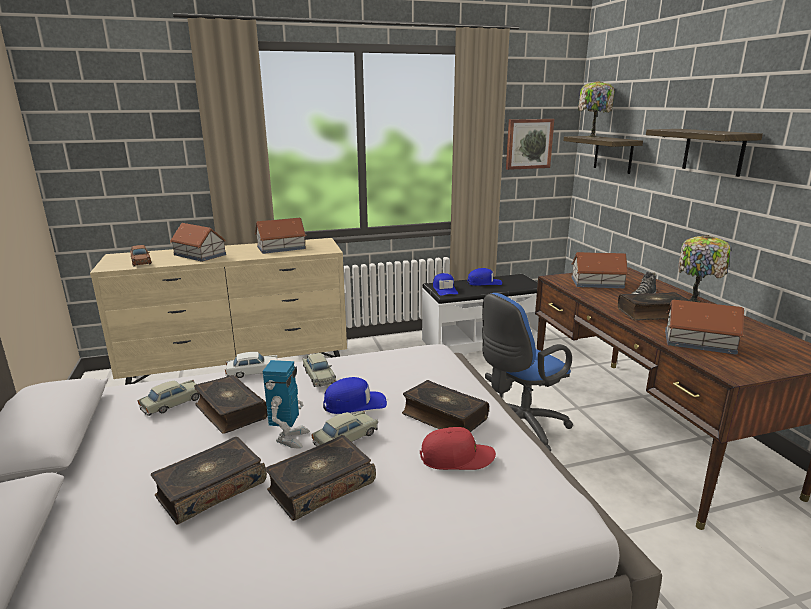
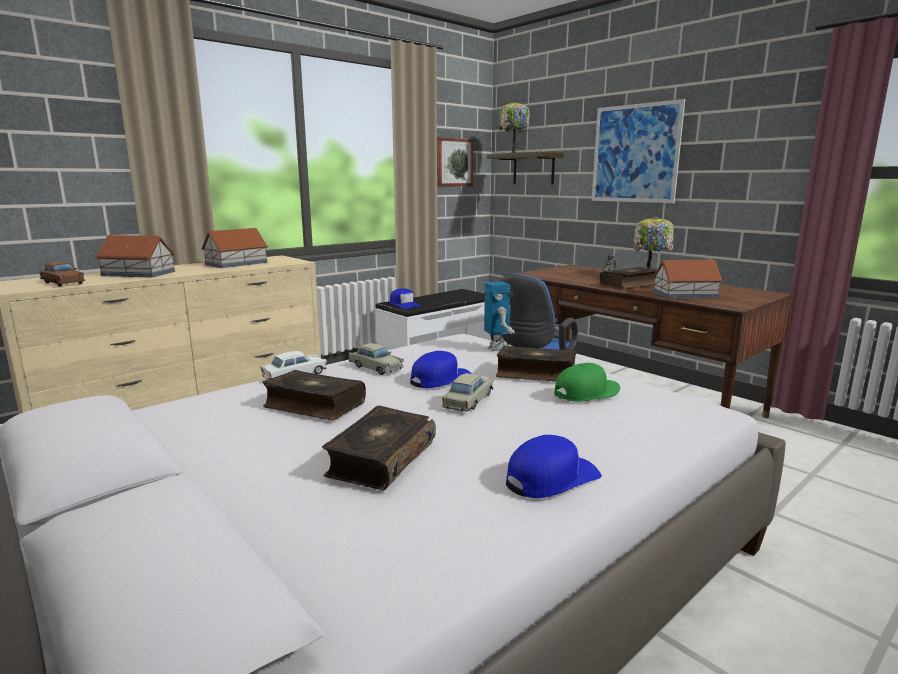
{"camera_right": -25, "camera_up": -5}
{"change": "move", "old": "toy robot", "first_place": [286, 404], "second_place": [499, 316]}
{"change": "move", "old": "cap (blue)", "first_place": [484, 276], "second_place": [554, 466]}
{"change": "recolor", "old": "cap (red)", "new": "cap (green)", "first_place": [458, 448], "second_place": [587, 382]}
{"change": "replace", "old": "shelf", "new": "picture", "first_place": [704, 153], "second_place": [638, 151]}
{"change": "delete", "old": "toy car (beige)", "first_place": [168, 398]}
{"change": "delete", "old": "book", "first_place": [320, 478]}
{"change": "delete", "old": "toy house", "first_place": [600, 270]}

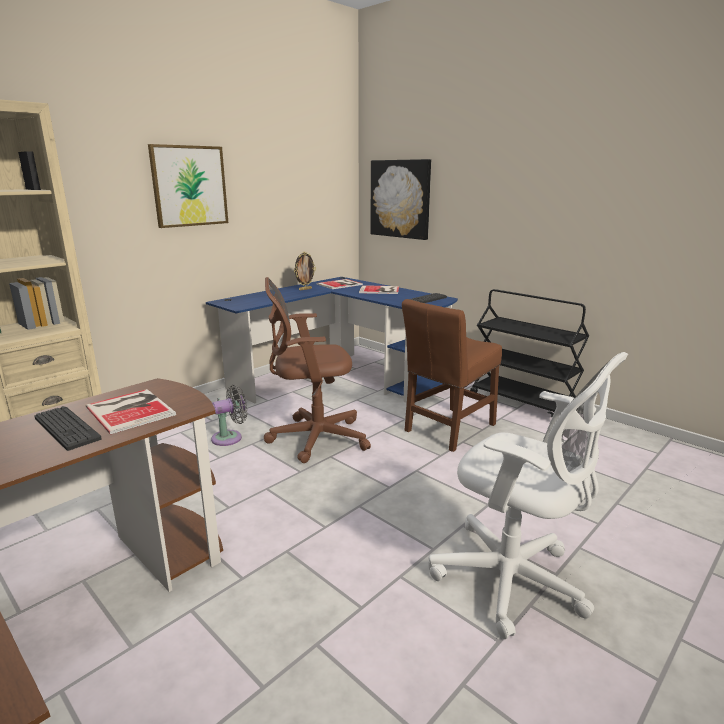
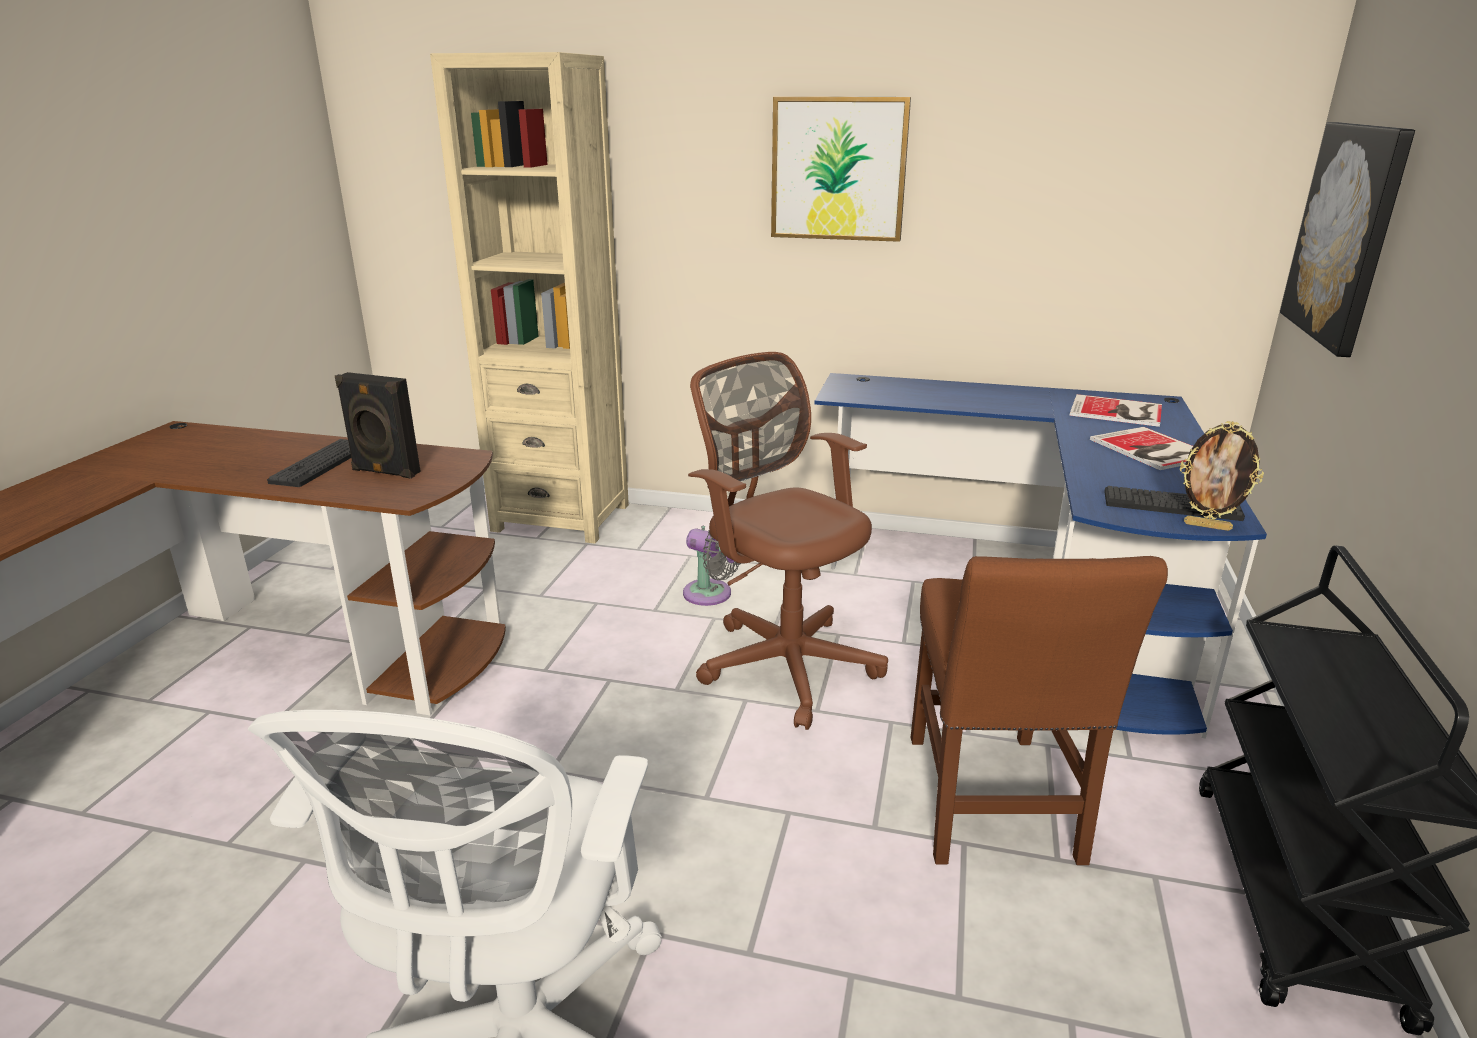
{"camera_right": 60, "camera_up": 5}
{"change": "replace", "old": "book", "new": "speaker (black)", "first_place": [131, 411], "second_place": [378, 425]}
{"change": "rotate", "old": "chair (brown)", "first_place": [452, 375], "second_place": [1039, 710], "degrees": -105}
{"change": "move", "old": "picture frame", "first_place": [305, 271], "second_place": [1222, 476]}

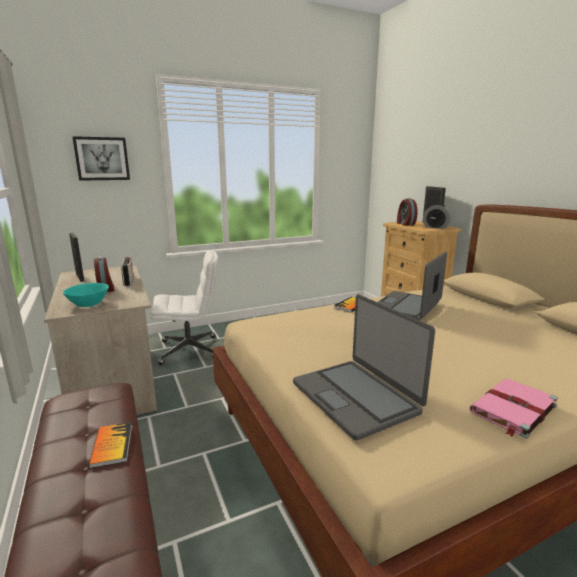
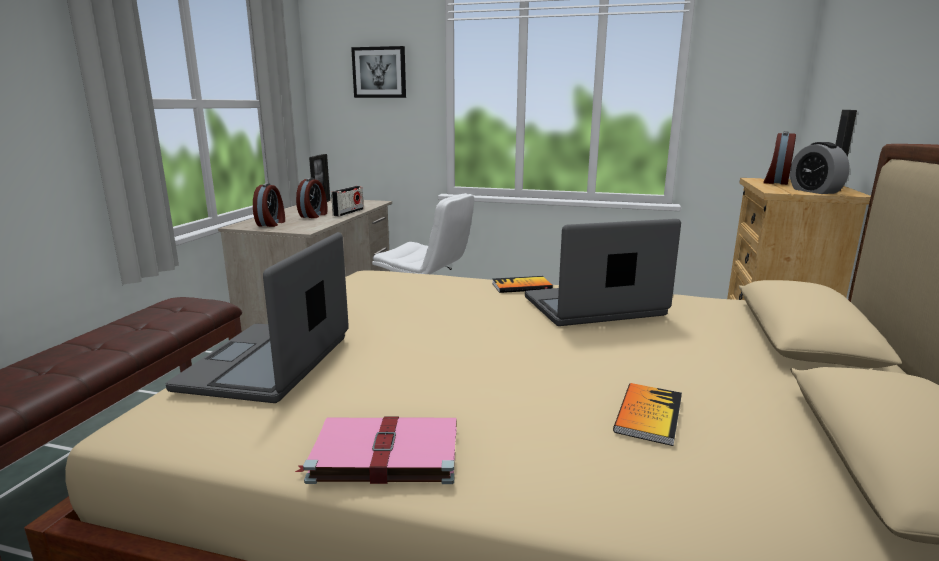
{"camera_right": 40, "camera_up": 0}
{"change": "replace", "old": "bowl (turquoise)", "new": "alarm clock", "first_place": [86, 295], "second_place": [269, 205]}
{"change": "move", "old": "book", "first_place": [110, 445], "second_place": [647, 414]}

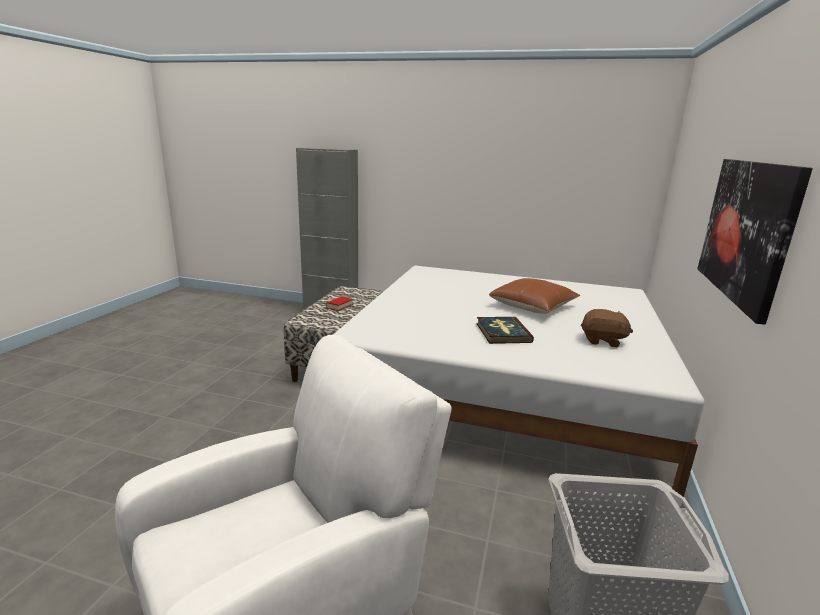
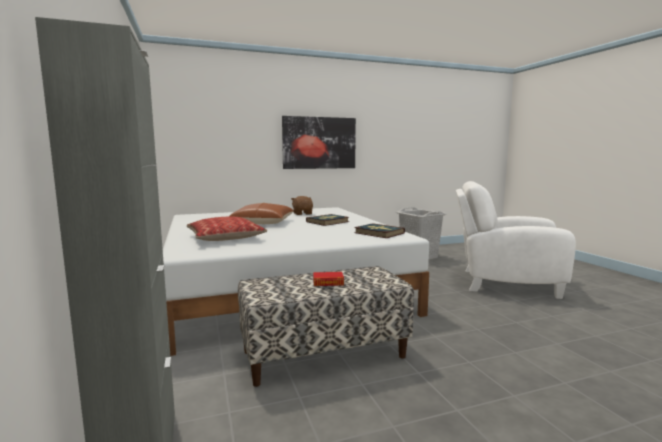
{"camera_right": -125, "camera_up": -10}
{"change": "insert", "new": "pillow", "second_place": [227, 228]}
{"change": "insert", "new": "book", "second_place": [379, 230]}

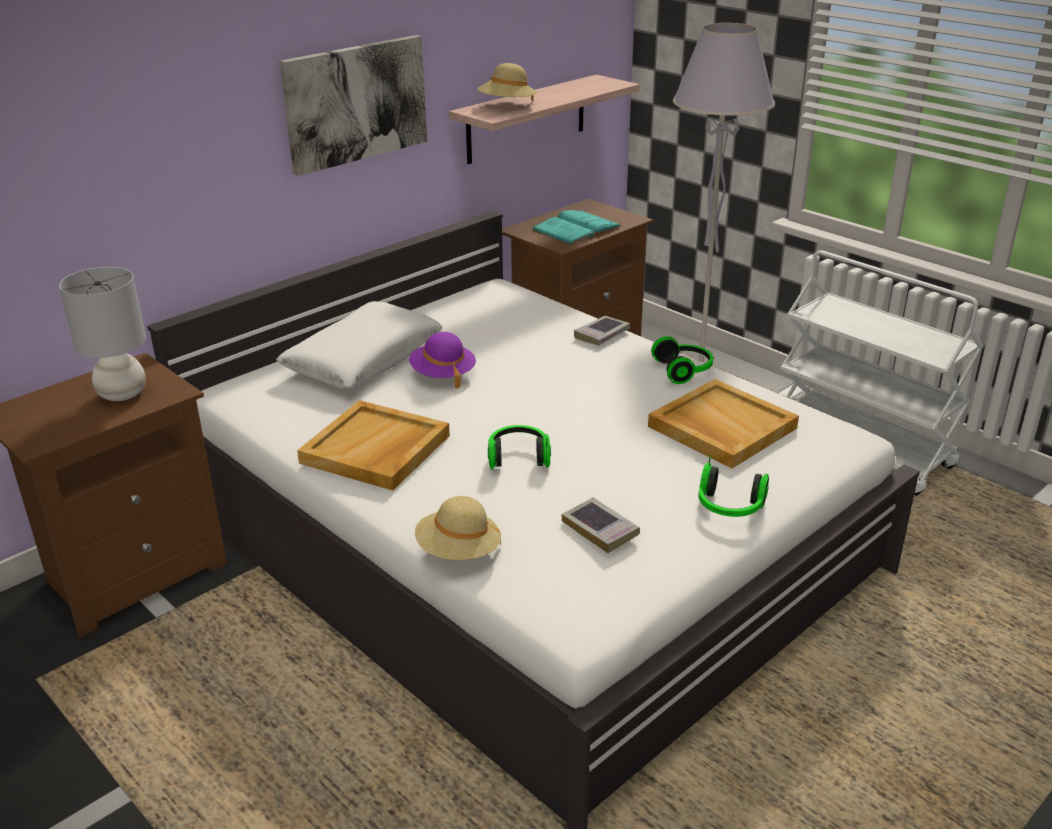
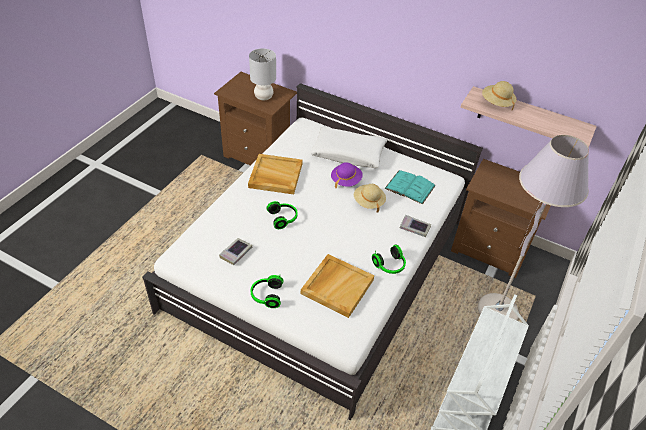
{"camera_right": 70, "camera_up": 15}
{"change": "move", "old": "hat (beige)", "first_place": [458, 528], "second_place": [370, 198]}
{"change": "move", "old": "book (turquoise)", "first_place": [576, 227], "second_place": [410, 187]}
{"change": "delete", "old": "picture", "first_place": [353, 105]}

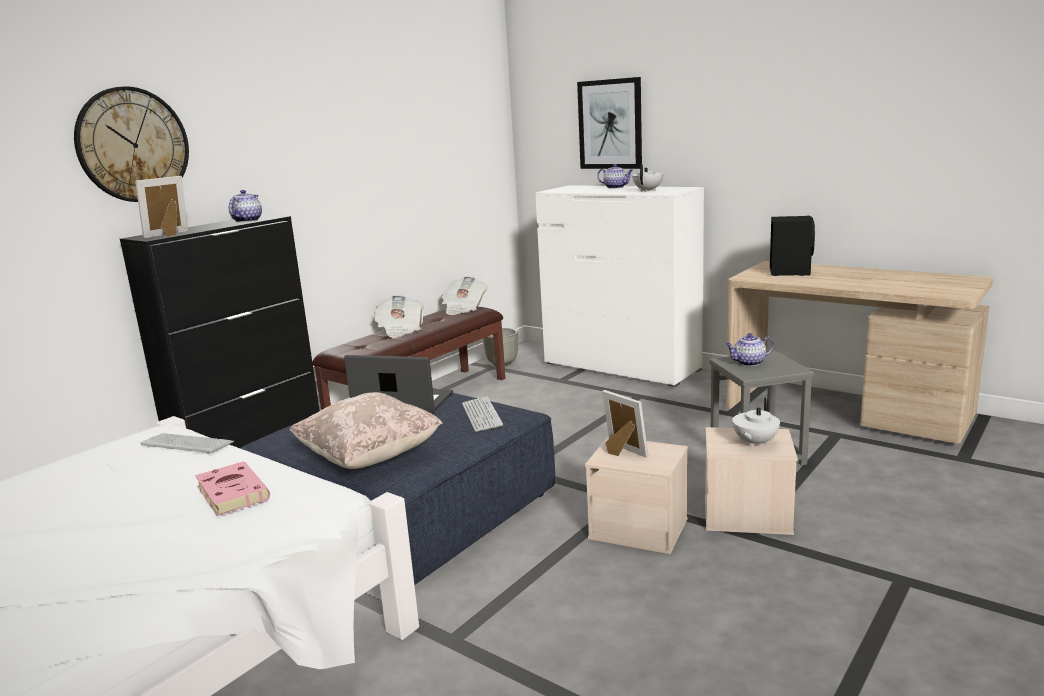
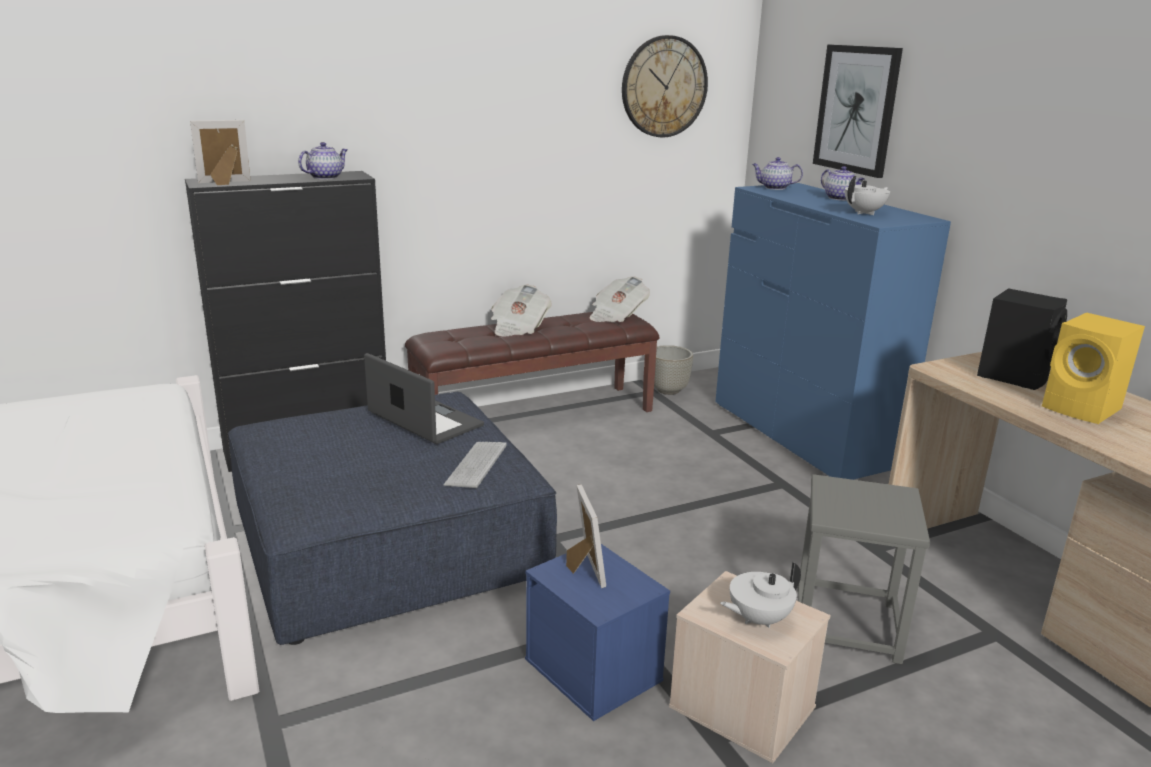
{"camera_right": 25, "camera_up": 5}
{"change": "recolor", "old": "storage box (beige)", "new": "storage box (blue)", "first_place": [636, 495], "second_place": [597, 632]}
{"change": "move", "old": "wall clock", "first_place": [131, 144], "second_place": [665, 86]}
{"change": "recolor", "old": "dresser (white)", "new": "dresser (blue)", "first_place": [619, 286], "second_place": [833, 331]}
{"change": "move", "old": "teapot", "first_place": [749, 349], "second_place": [777, 173]}
{"change": "insert", "new": "speaker (yellow)", "second_place": [1093, 368]}
{"change": "delete", "old": "keyboard", "first_place": [187, 443]}
{"change": "delete", "old": "book (pink)", "first_place": [232, 488]}
{"change": "delete", "old": "pillow (beige)", "first_place": [366, 430]}

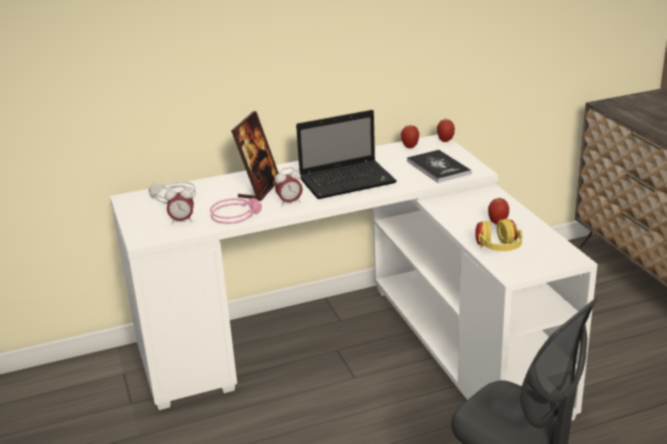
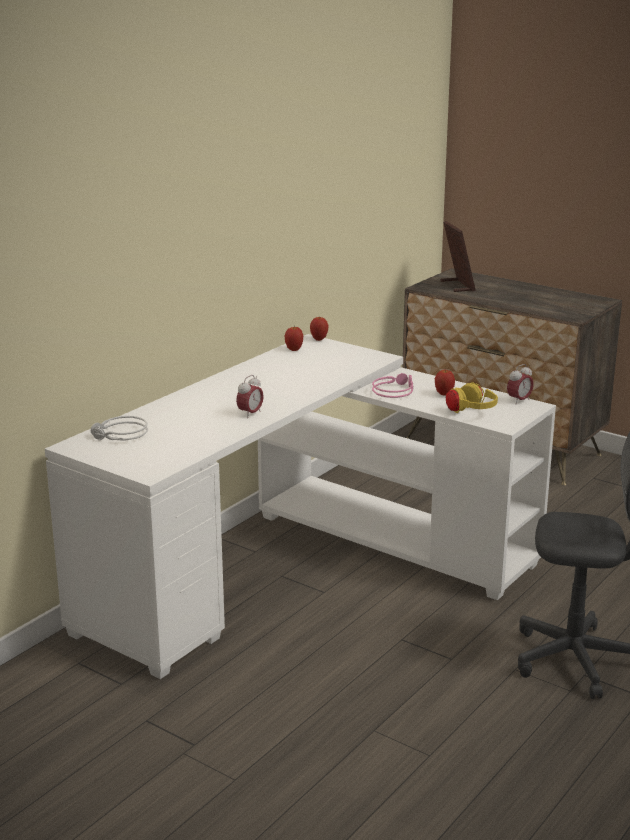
{"camera_right": -35, "camera_up": -5}
{"change": "move", "old": "headphones (pink)", "first_place": [236, 211], "second_place": [393, 385]}
{"change": "move", "old": "picture frame", "first_place": [255, 156], "second_place": [458, 256]}
{"change": "move", "old": "alarm clock", "first_place": [179, 204], "second_place": [520, 383]}
{"change": "delete", "old": "laptop", "first_place": [346, 154]}
{"change": "delete", "old": "book", "first_place": [439, 166]}

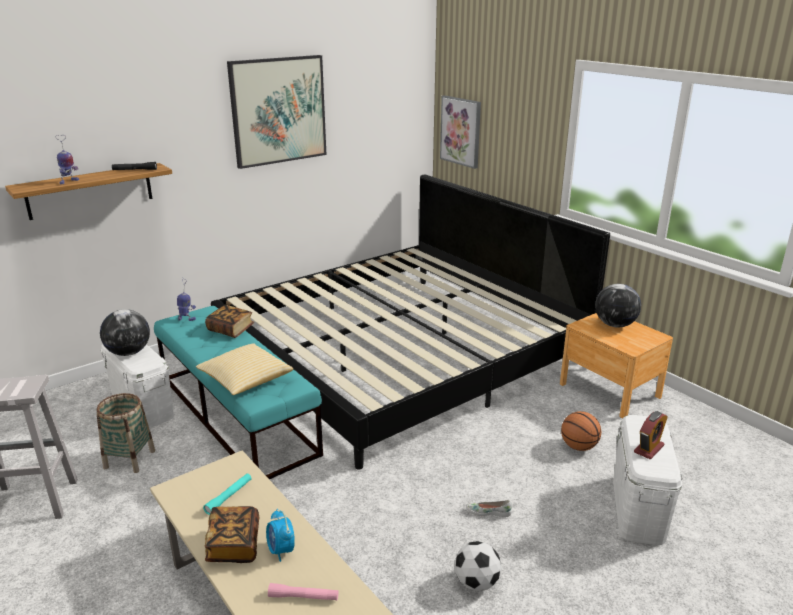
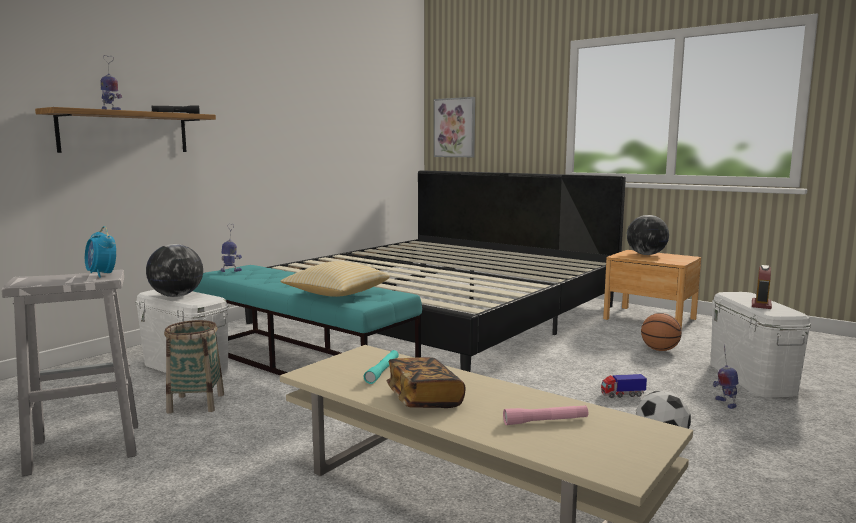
{"camera_right": -15, "camera_up": -15}
{"change": "move", "old": "alarm clock", "first_place": [280, 535], "second_place": [100, 252]}
{"change": "replace", "old": "shoe (white)", "new": "toy truck", "first_place": [489, 508], "second_place": [624, 386]}
{"change": "insert", "new": "toy robot", "second_place": [725, 377]}
{"change": "delete", "old": "book", "first_place": [229, 321]}
{"change": "delete", "old": "picture", "first_place": [277, 112]}

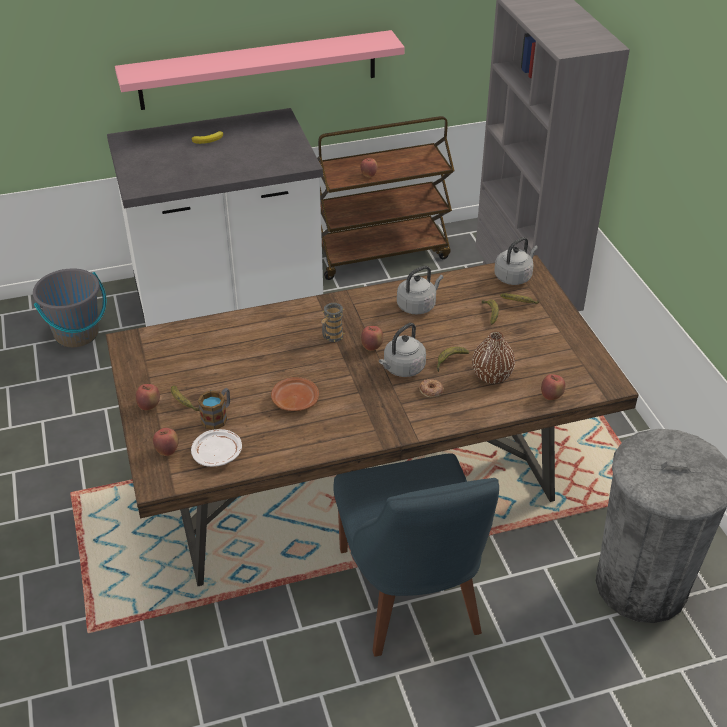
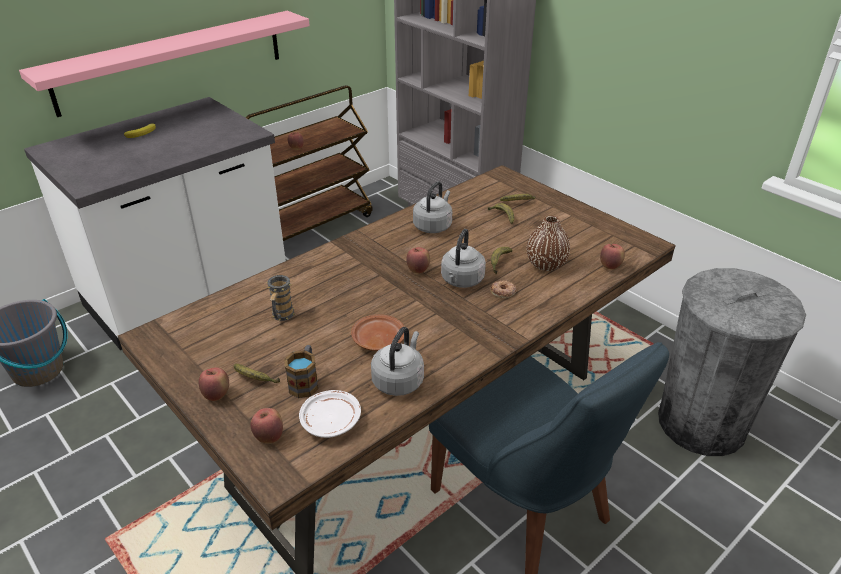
{"camera_right": -25, "camera_up": -5}
{"change": "move", "old": "mug", "first_place": [333, 322], "second_place": [281, 298]}
{"change": "move", "old": "kettle (grey)", "first_place": [516, 261], "second_place": [397, 361]}

